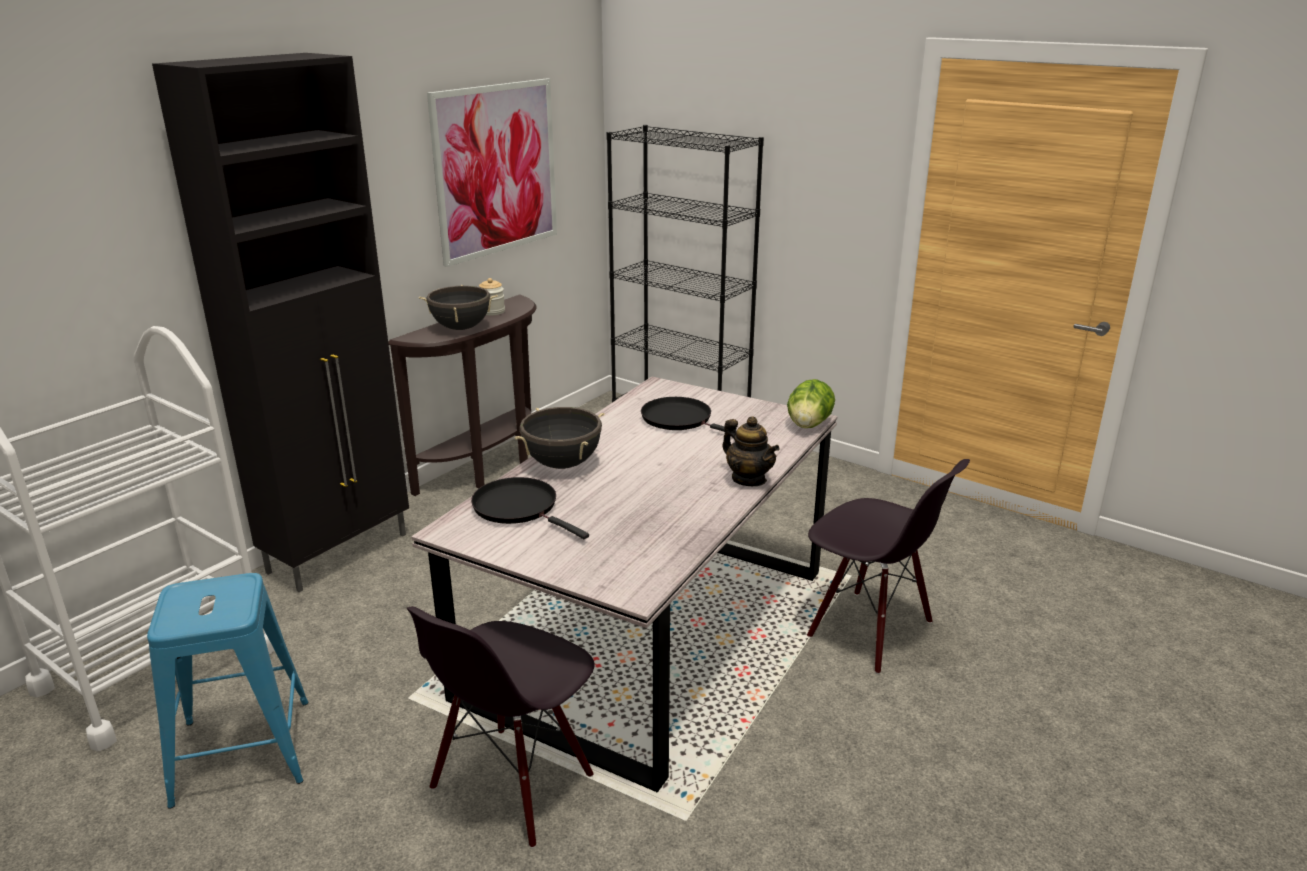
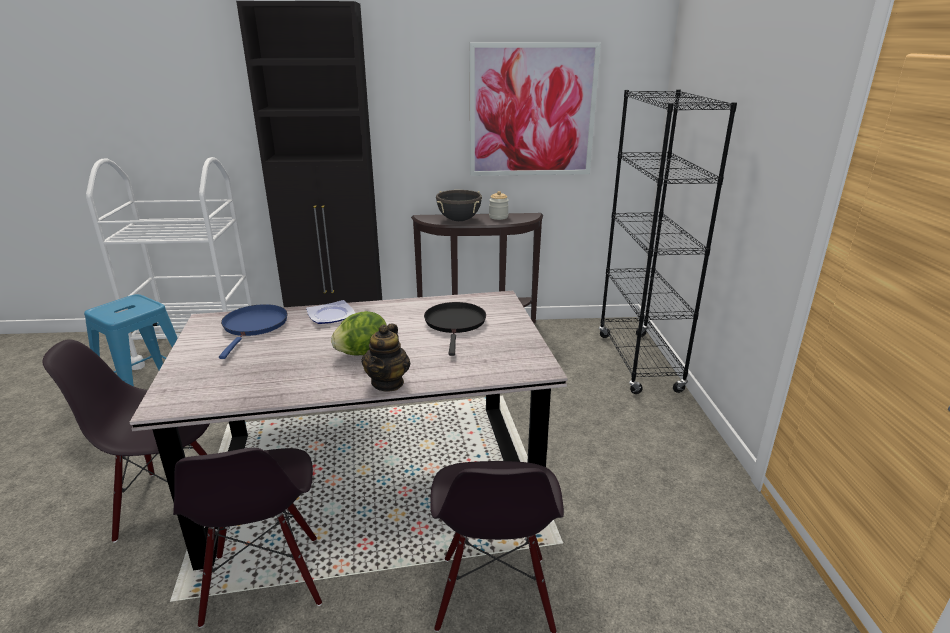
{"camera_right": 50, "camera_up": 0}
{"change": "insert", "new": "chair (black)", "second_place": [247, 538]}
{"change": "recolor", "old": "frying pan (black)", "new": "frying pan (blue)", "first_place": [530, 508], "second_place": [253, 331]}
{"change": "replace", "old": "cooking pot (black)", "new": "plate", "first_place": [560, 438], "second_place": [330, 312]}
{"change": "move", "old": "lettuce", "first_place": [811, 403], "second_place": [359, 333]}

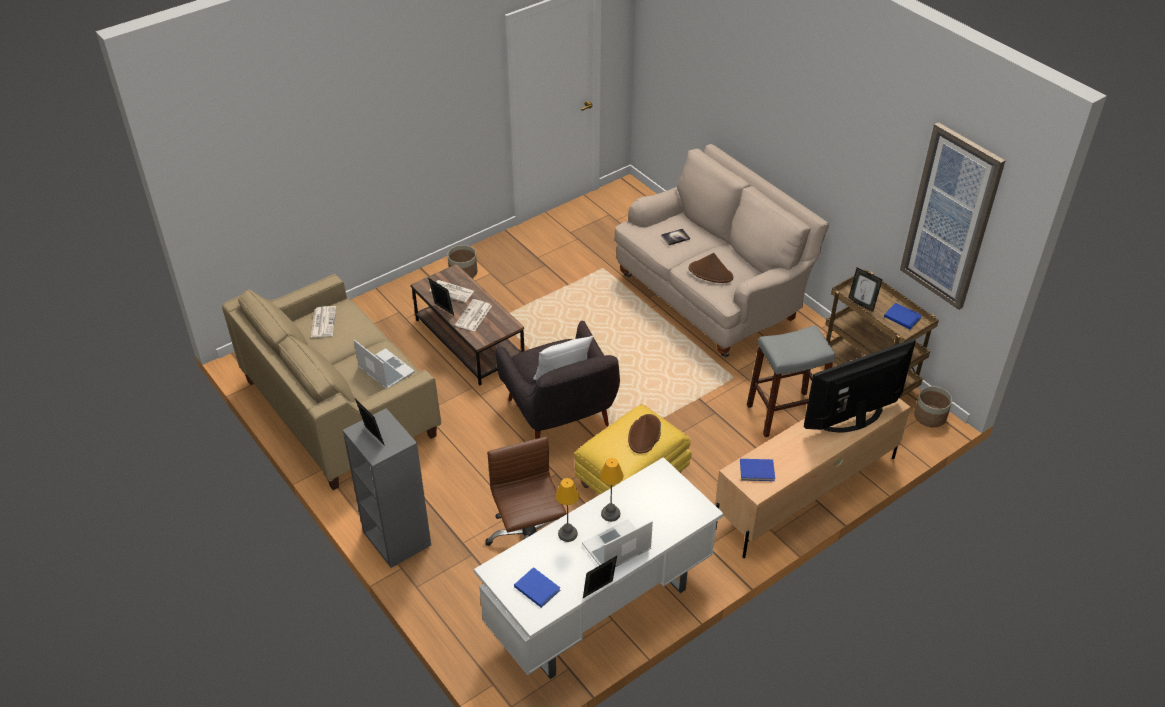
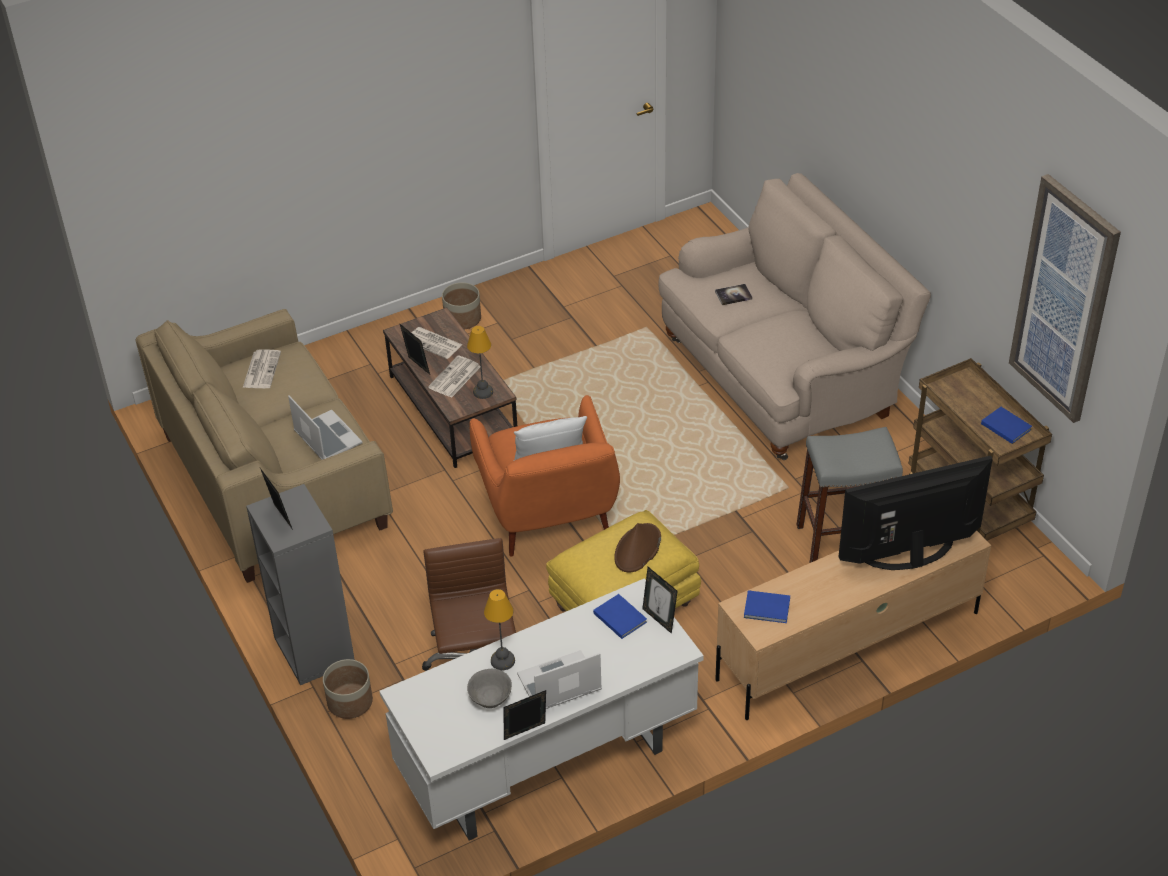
{"camera_right": 10, "camera_up": 0}
{"change": "move", "old": "planter", "first_place": [933, 406], "second_place": [348, 689]}
{"change": "move", "old": "table lamp", "first_place": [611, 490], "second_place": [480, 362]}
{"change": "insert", "new": "bowl (grey)", "second_place": [489, 688]}
{"change": "recolor", "old": "armchair (grey)", "new": "armchair (orange)", "first_place": [558, 380], "second_place": [545, 475]}
{"change": "move", "old": "book (blue)", "first_place": [537, 587], "second_place": [620, 616]}
{"change": "move", "old": "picture frame", "first_place": [865, 289], "second_place": [660, 600]}
{"change": "delete", "old": "hat (brown)", "first_place": [711, 268]}

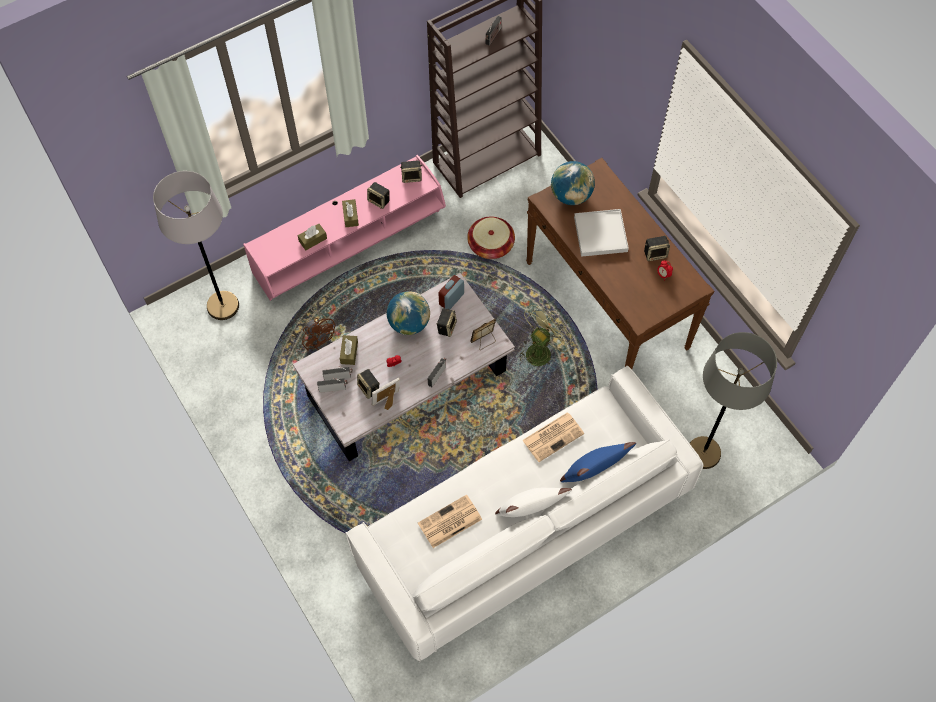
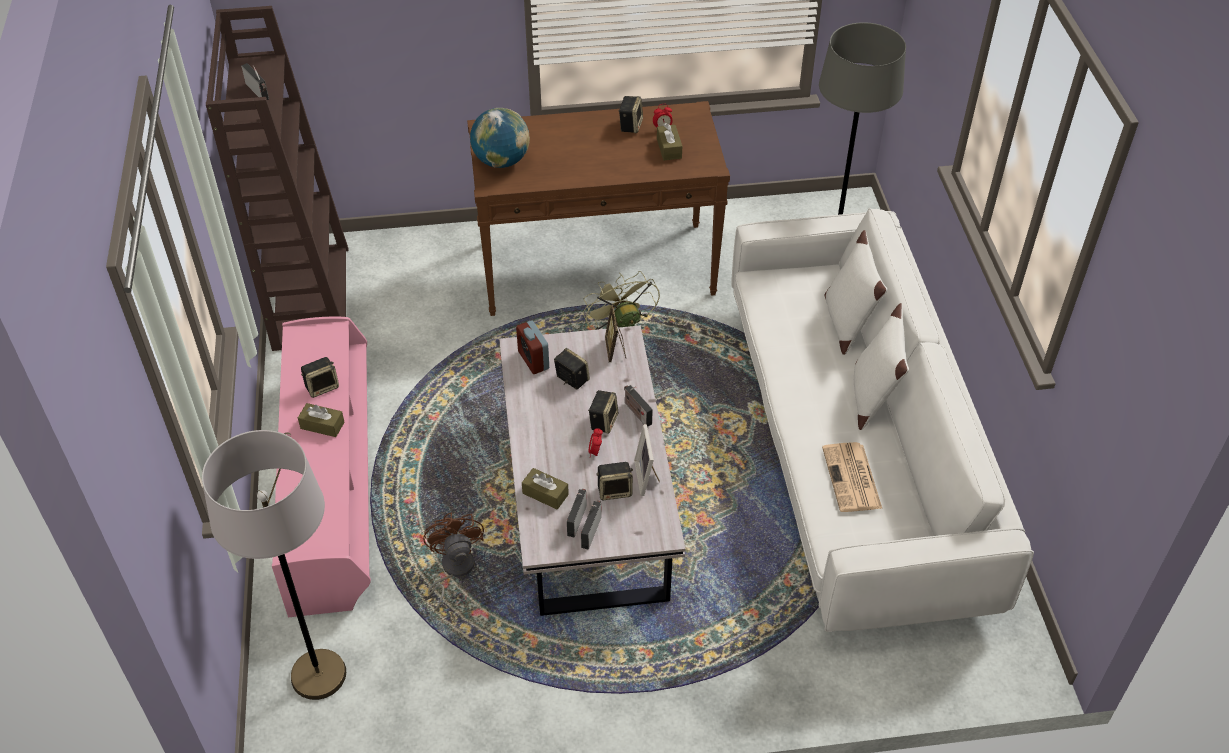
{"camera_right": -65, "camera_up": -15}
{"change": "rotate", "old": "fan (brown)", "first_place": [318, 328], "second_place": [453, 562], "degrees": -90}
{"change": "move", "old": "speaker", "first_place": [411, 171], "second_place": [603, 412]}
{"change": "move", "old": "tissue box (brown)", "first_place": [312, 237], "second_place": [669, 141]}
{"change": "recolor", "old": "pillow (blue)", "new": "pillow (white)", "first_place": [598, 462], "second_place": [856, 292]}
{"change": "delete", "old": "globe", "first_place": [408, 313]}
{"change": "delete", "old": "basket", "first_place": [491, 238]}
{"change": "delete", "old": "newspaper", "first_place": [553, 437]}
{"change": "delete", "old": "tray (white)", "first_place": [601, 233]}

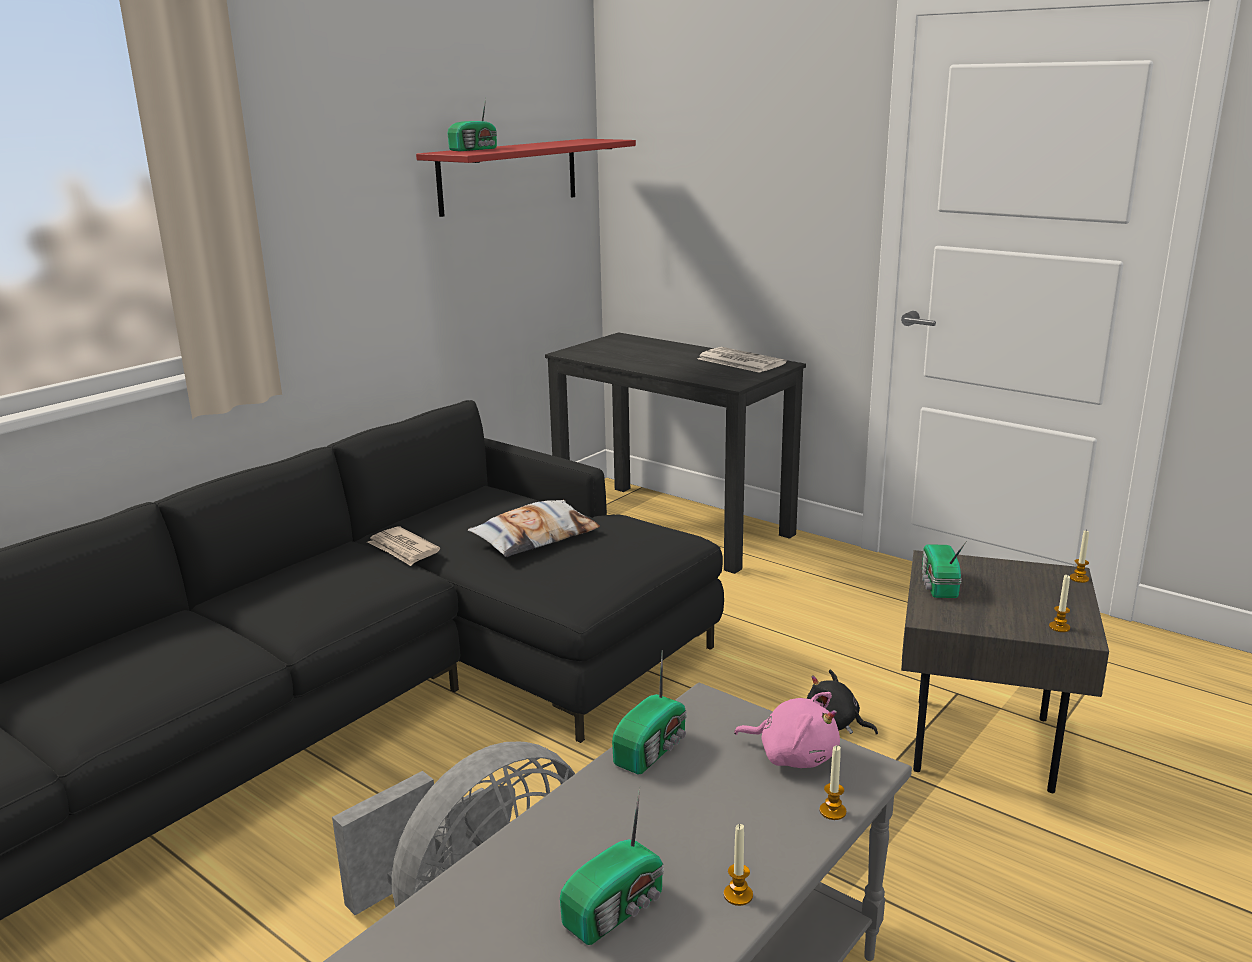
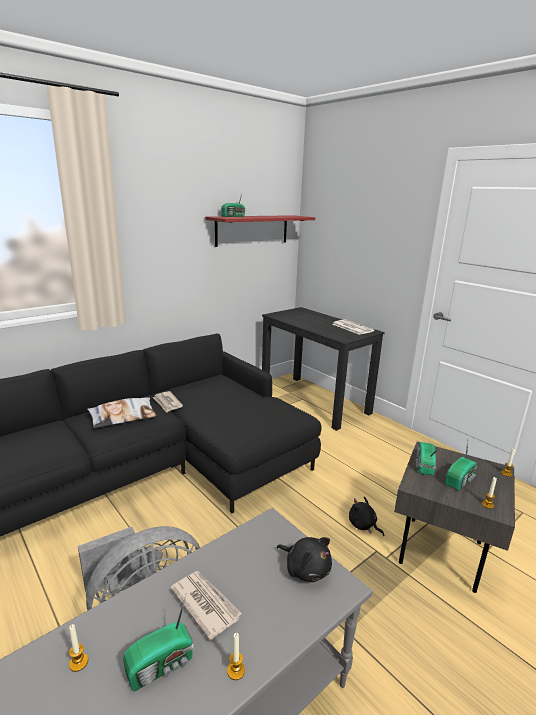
{"camera_right": 10, "camera_up": 0}
{"change": "move", "old": "candle", "first_place": [833, 783], "second_place": [78, 648]}
{"change": "move", "old": "pillow", "first_place": [534, 528], "second_place": [122, 413]}
{"change": "insert", "new": "newspaper", "second_place": [206, 605]}
{"change": "recolor", "old": "plush toy (pink)", "new": "plush toy (black)", "first_place": [787, 730], "second_place": [304, 559]}
{"change": "move", "old": "radio", "first_place": [649, 712], "second_place": [461, 466]}

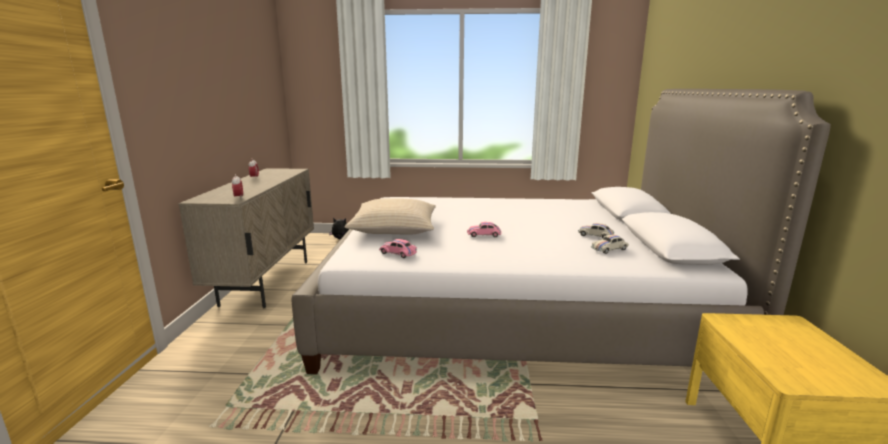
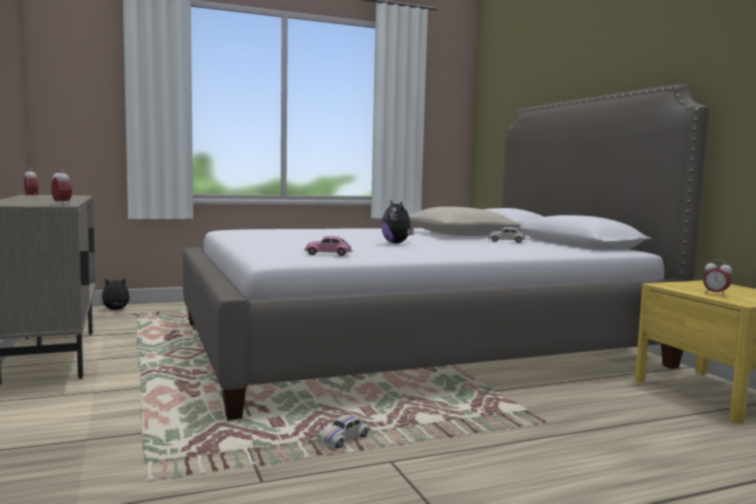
{"camera_right": -25, "camera_up": -10}
{"change": "move", "old": "toy car (white)", "first_place": [610, 244], "second_place": [343, 431]}
{"change": "replace", "old": "toy car (pink)", "new": "plush toy", "first_place": [484, 229], "second_place": [397, 222]}
{"change": "move", "old": "pillow (beige)", "first_place": [390, 216], "second_place": [465, 221]}
{"change": "insert", "new": "alarm clock", "second_place": [717, 277]}

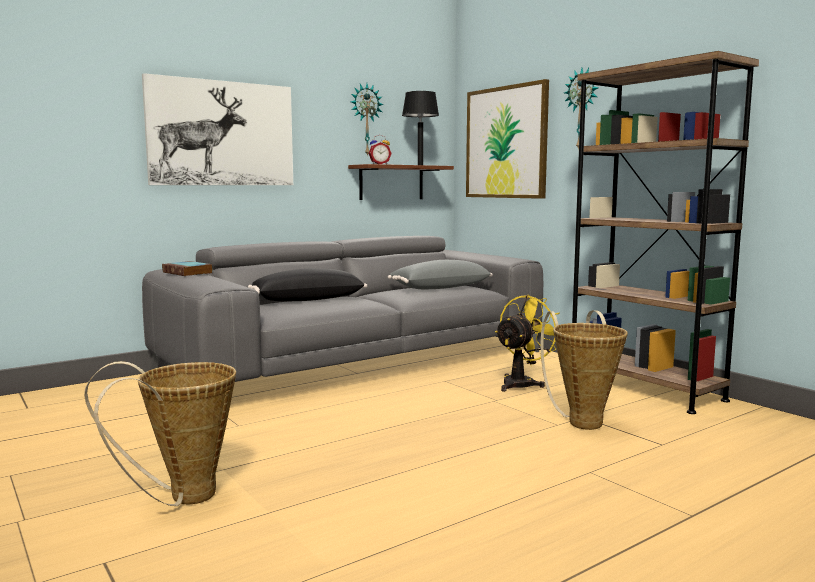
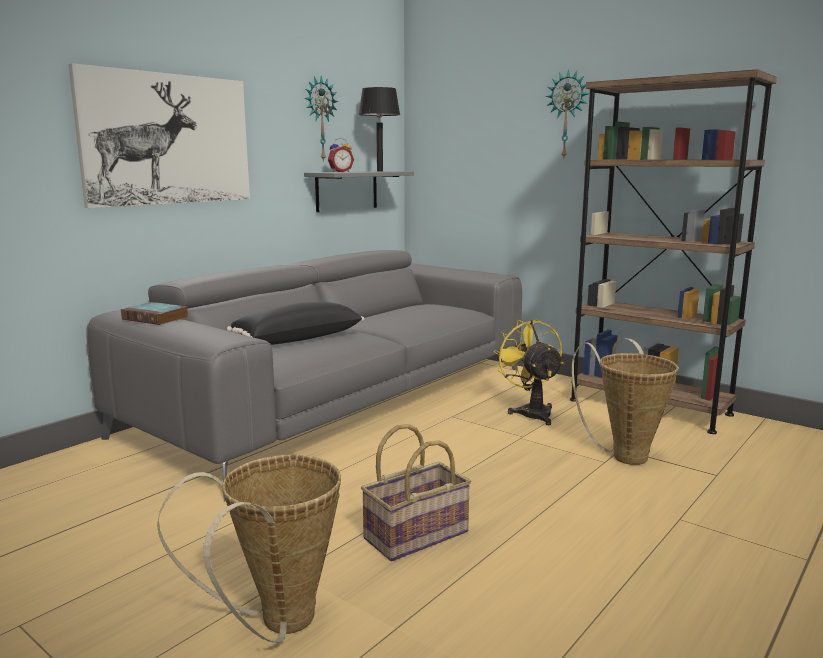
{"camera_right": -15, "camera_up": 5}
{"change": "recolor", "old": "shelf (brown)", "new": "shelf (grey)", "first_place": [401, 182], "second_place": [359, 191]}
{"change": "insert", "new": "basket", "second_place": [416, 492]}
{"change": "rotate", "old": "fan (yellow)", "first_place": [527, 343], "second_place": [528, 372], "degrees": -45}
{"change": "delete", "old": "pillow (grey)", "first_place": [440, 274]}
{"change": "delete", "old": "picture", "first_place": [507, 139]}

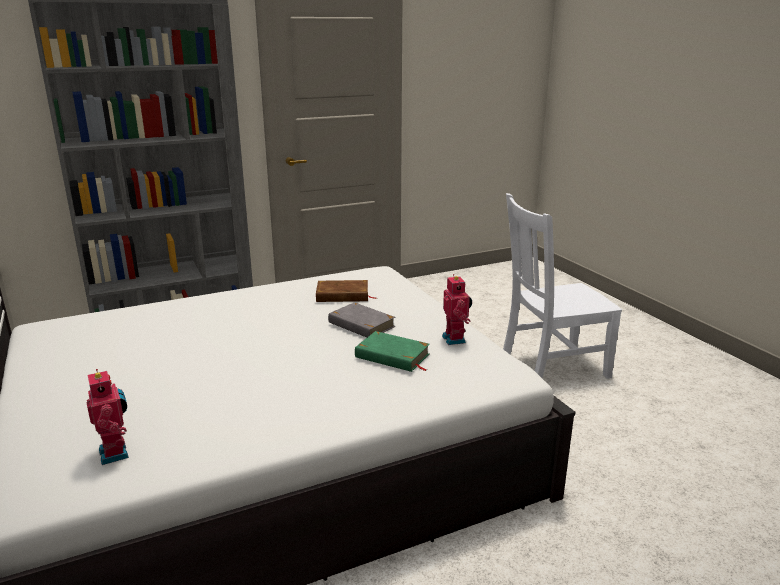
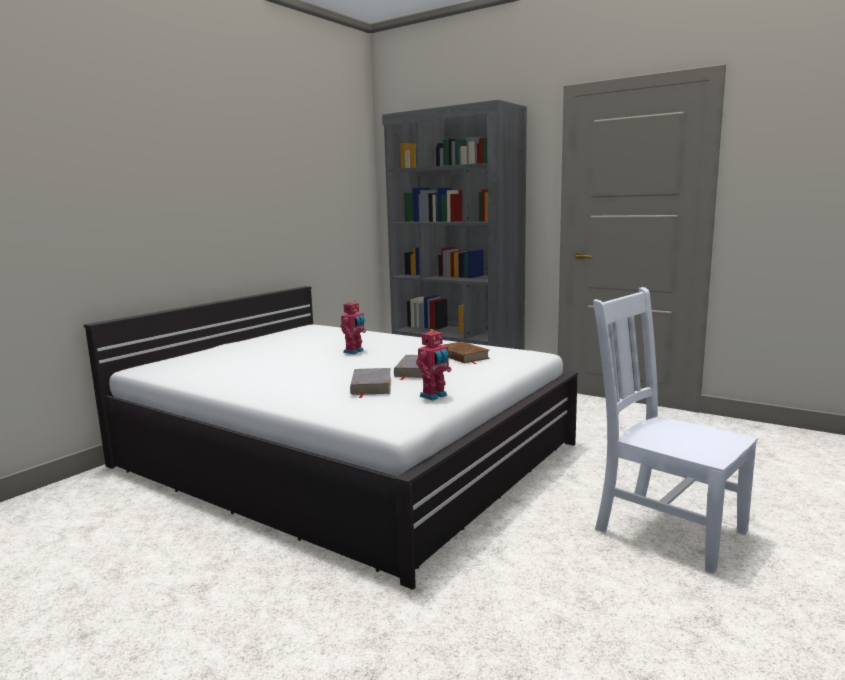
{"camera_right": 60, "camera_up": -10}
{"change": "move", "old": "toy robot", "first_place": [108, 417], "second_place": [353, 327]}
{"change": "recolor", "old": "book (green)", "new": "book (grey)", "first_place": [392, 351], "second_place": [370, 383]}

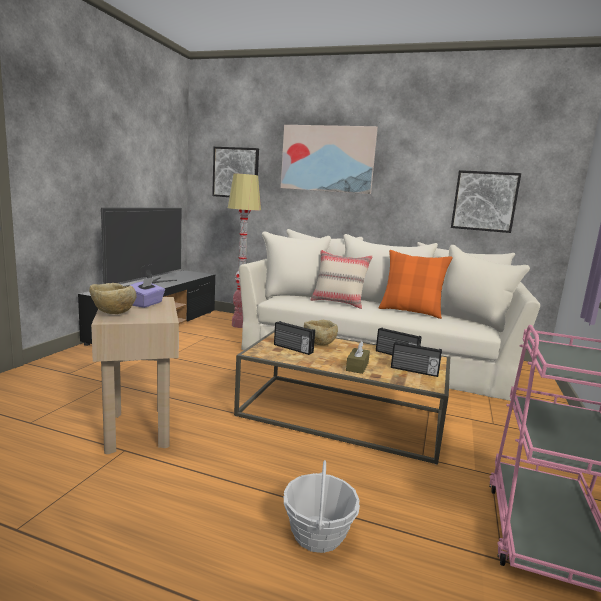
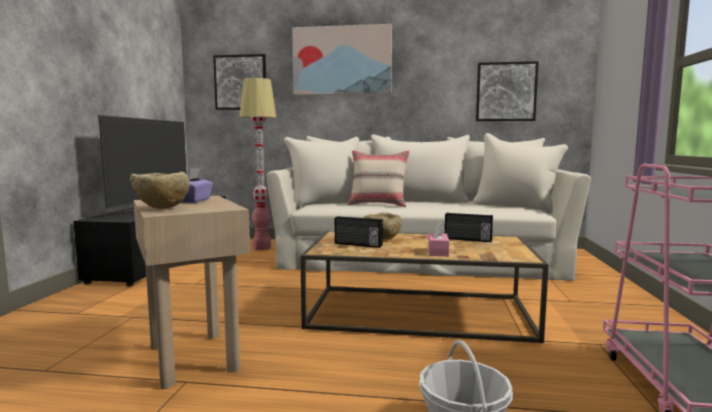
{"camera_right": -10, "camera_up": -5}
{"change": "recolor", "old": "tissue box (brown)", "new": "tissue box (pink)", "first_place": [358, 357], "second_place": [438, 239]}
{"change": "delete", "old": "pillow (orange)", "first_place": [416, 284]}
{"change": "delete", "old": "radio", "first_place": [416, 359]}

